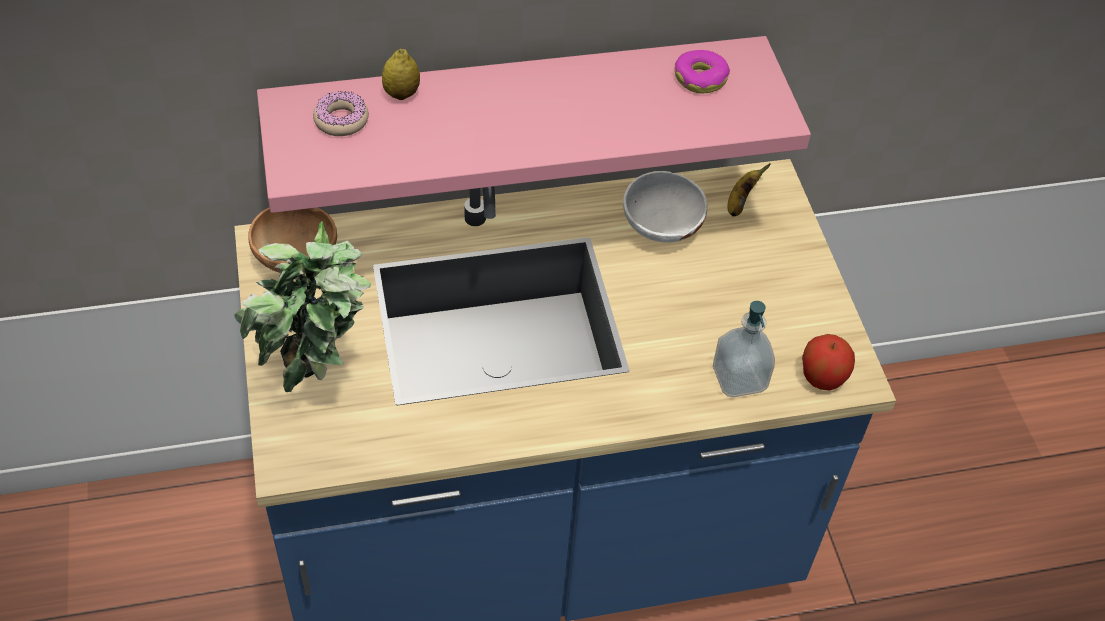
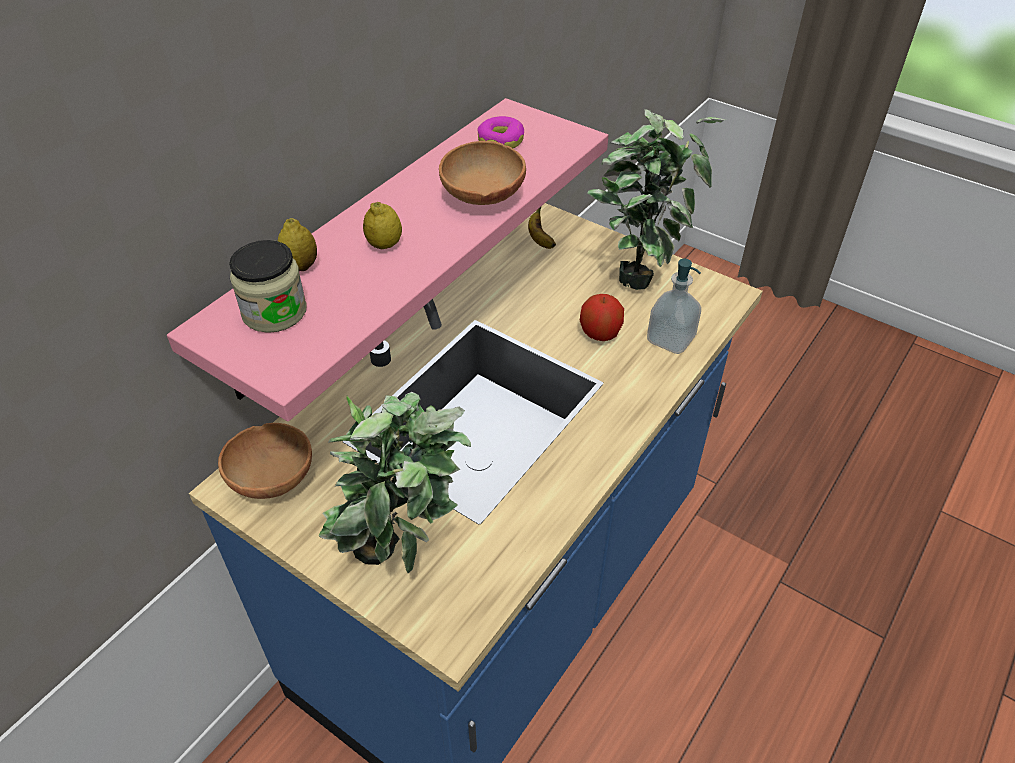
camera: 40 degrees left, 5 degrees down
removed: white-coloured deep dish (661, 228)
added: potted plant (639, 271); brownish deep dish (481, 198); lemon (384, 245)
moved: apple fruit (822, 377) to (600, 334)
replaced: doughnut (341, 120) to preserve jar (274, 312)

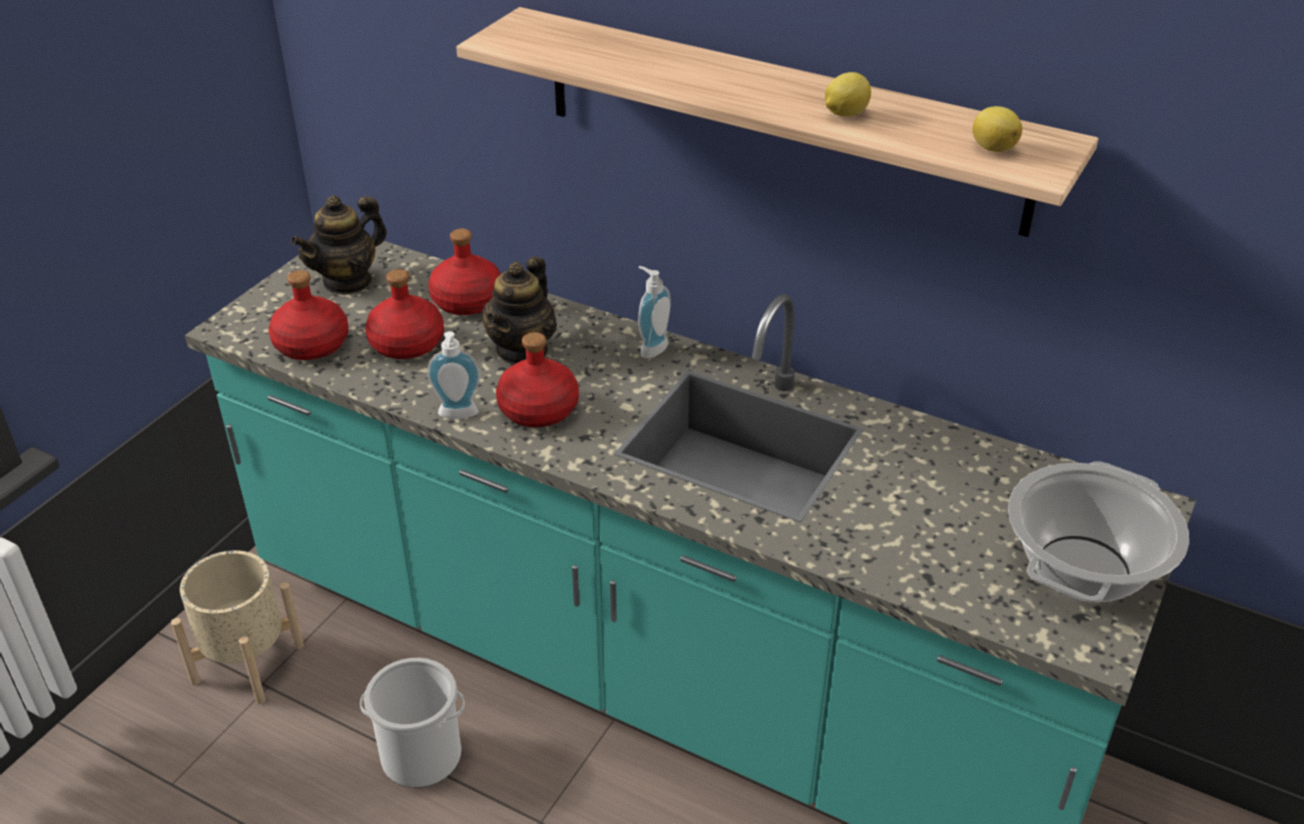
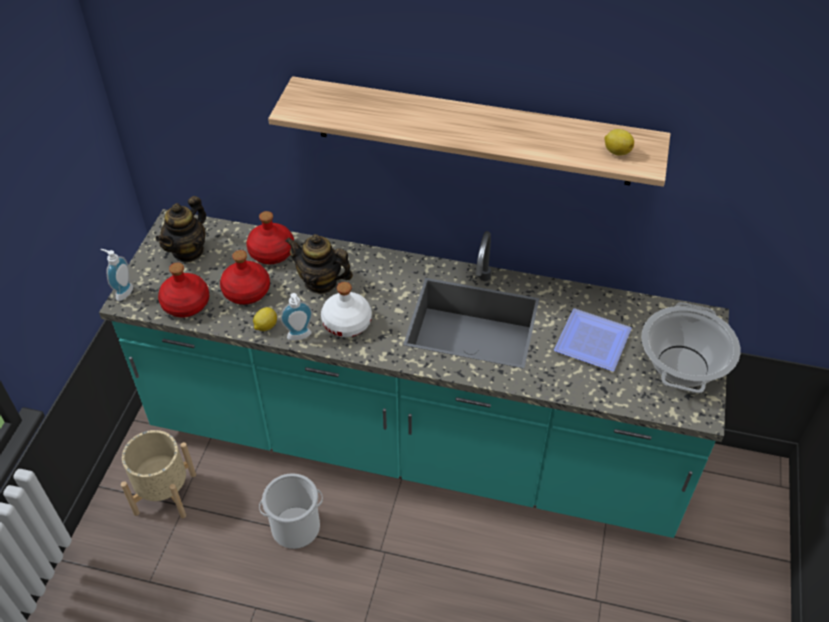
camera: 15 degrees left, 10 degrees up
added: flat dish (593, 344)
moved: lemon (844, 114) to (265, 326); soap dispenser (650, 347) to (122, 292)
recoloured: red beverage bottle (539, 409) to white-coloured beverage bottle (347, 322)
turned: teapot (523, 350) = (321, 282) 105 degrees clockwise

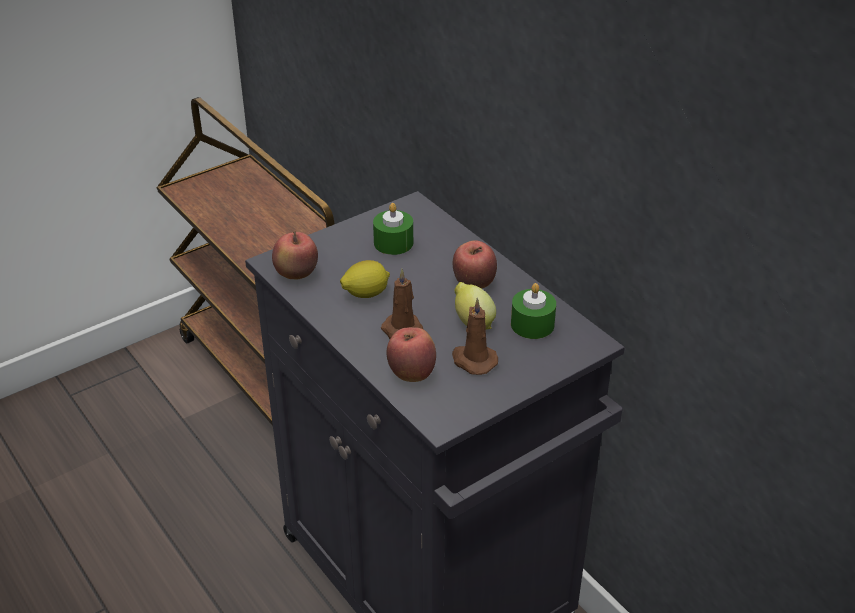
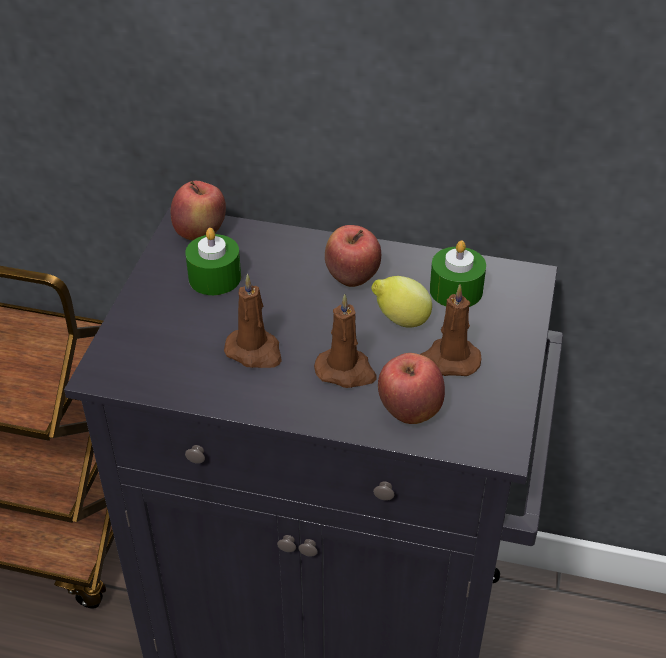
camera: 40 degrees left, 5 degrees up
moved: apple fruit (296, 275) to (200, 234)
replaced: lemon (365, 294) to brownish wax candle (255, 351)

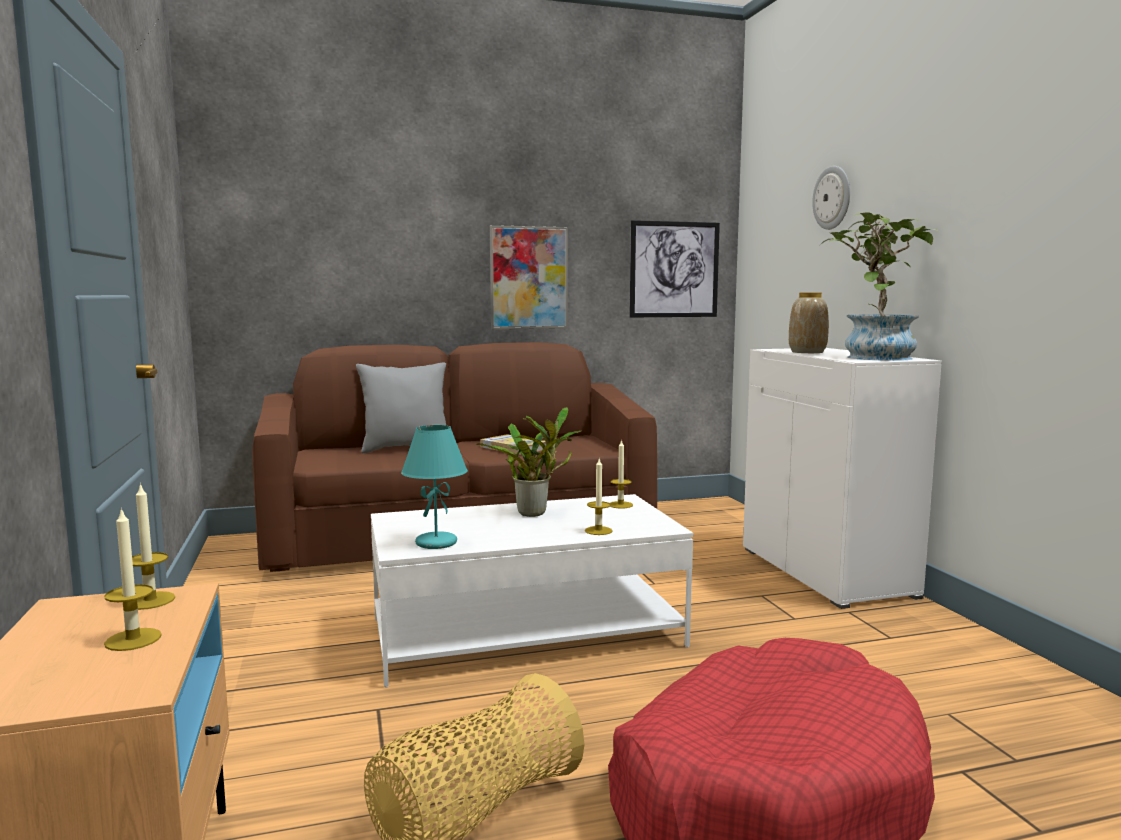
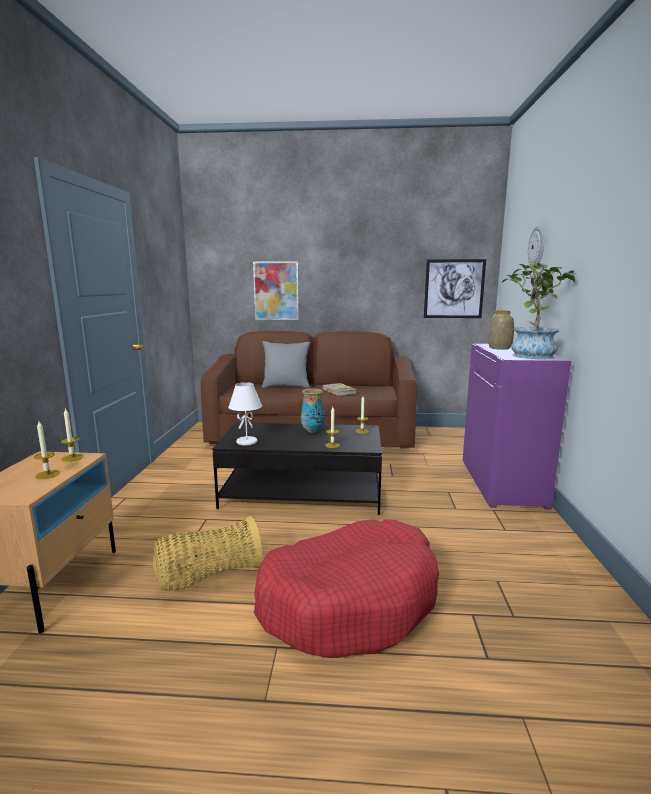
camera: 20 degrees right, 5 degrees up
moved: wall picture (528, 278) to (276, 291)
replaced: potted plant (536, 513) to flower vase (312, 431)
recoloured: white-coloured cupboard (827, 572) to purple-coloured cupboard (503, 483); turquoise-coloured lamp for a table (436, 543) to white-coloured lamp for a table (247, 442); white-coloured coffee table (526, 632) to blackish coffee table (302, 492)

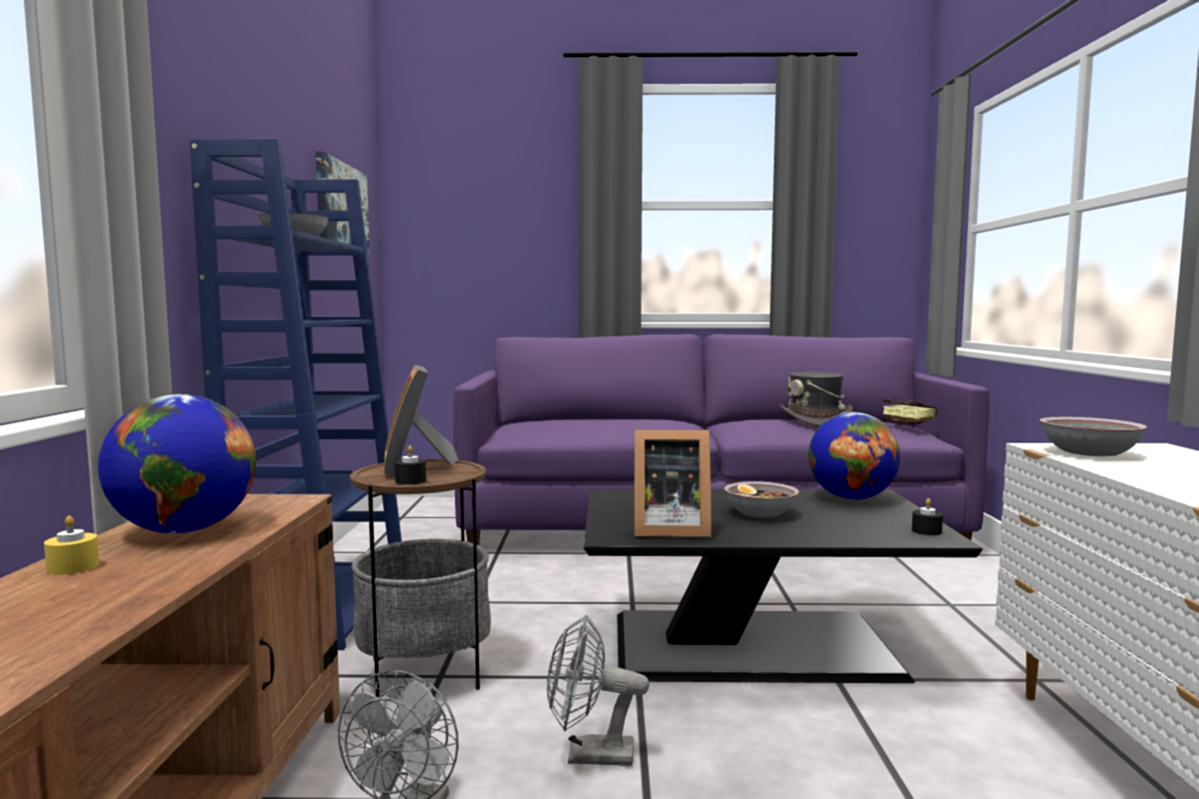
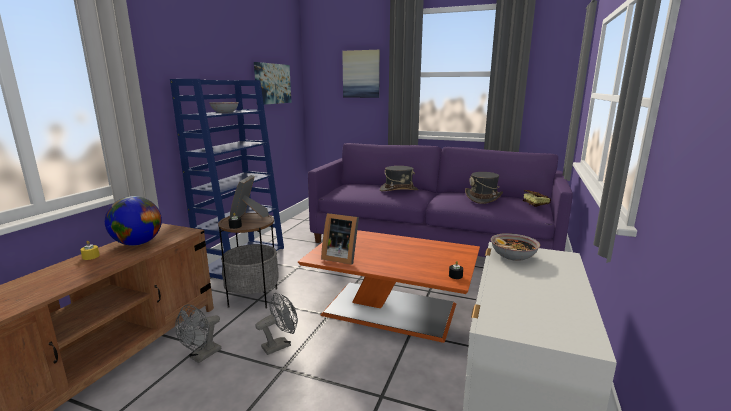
camera: 20 degrees right, 10 degrees up
removed: world globe (851, 498); deep dish (760, 513)
added: wall picture (361, 74); greyish hat (398, 190)
recoloured: blackish coffee table (757, 644) to orange-coloured coffee table (392, 309)
turned: greyish electric fan (589, 755) = (280, 345) 120 degrees clockwise

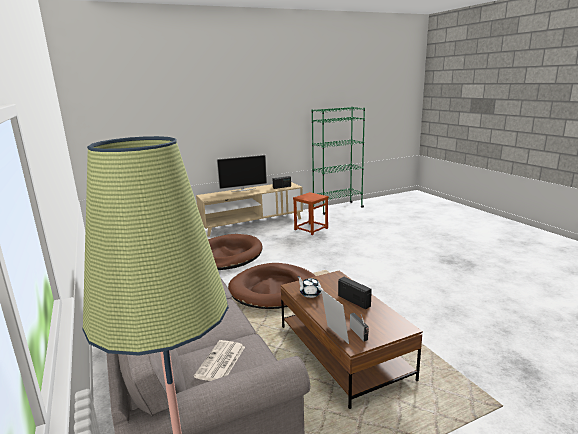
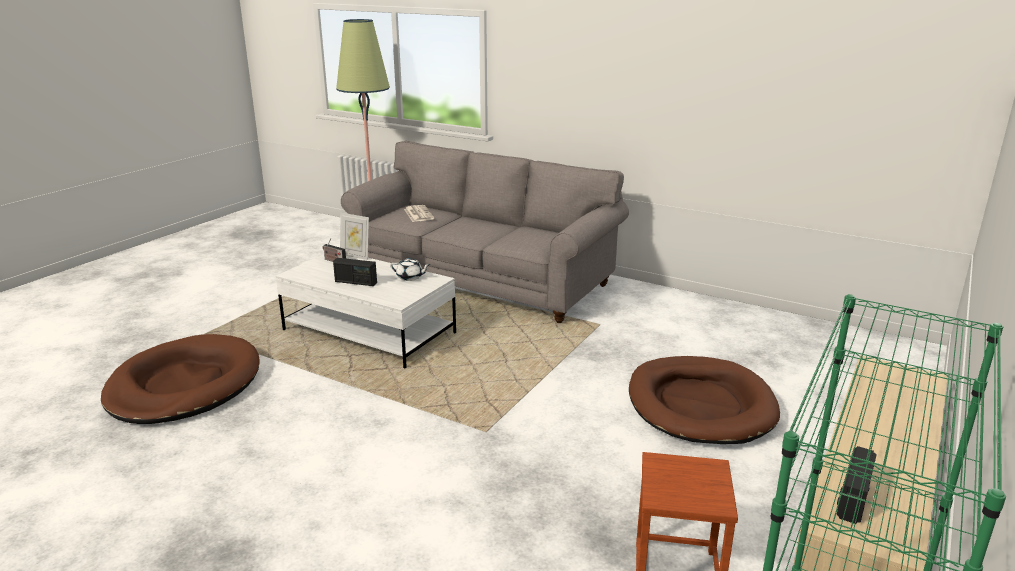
camera: 145 degrees right, 5 degrees up
removed: TV (243, 190)
moved: brownish dog bed (274, 289) to (184, 385)
recoloured: brownish coffee table (342, 351) to white-coloured coffee table (369, 332)

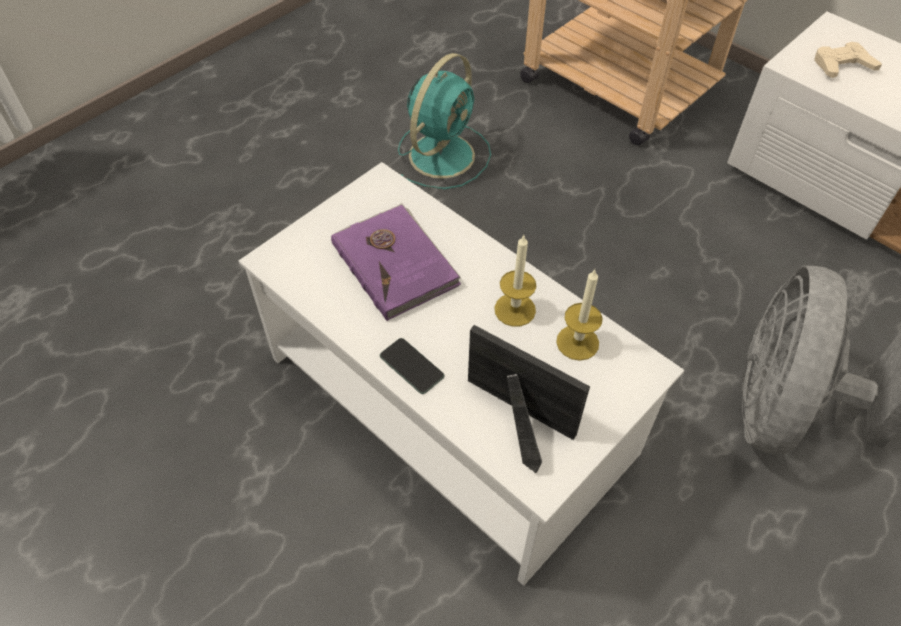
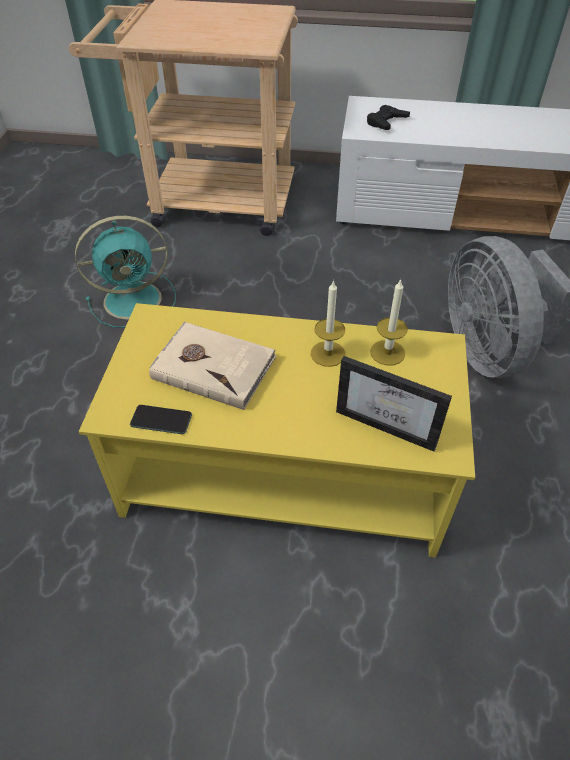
camera: 35 degrees left, 5 degrees down
moved: handset (411, 366) to (161, 420)
recoloured: beige gamepad (842, 65) to blackish gamepad (386, 122); white-coloured coffee table (448, 403) to yellowish coffee table (282, 468); purple-coloured book (396, 263) to beige book (213, 367)
turned: turquoise-coloured electric fan (443, 153) = (135, 299) 75 degrees clockwise; standing frame (512, 415) = (390, 422) 150 degrees counterclockwise

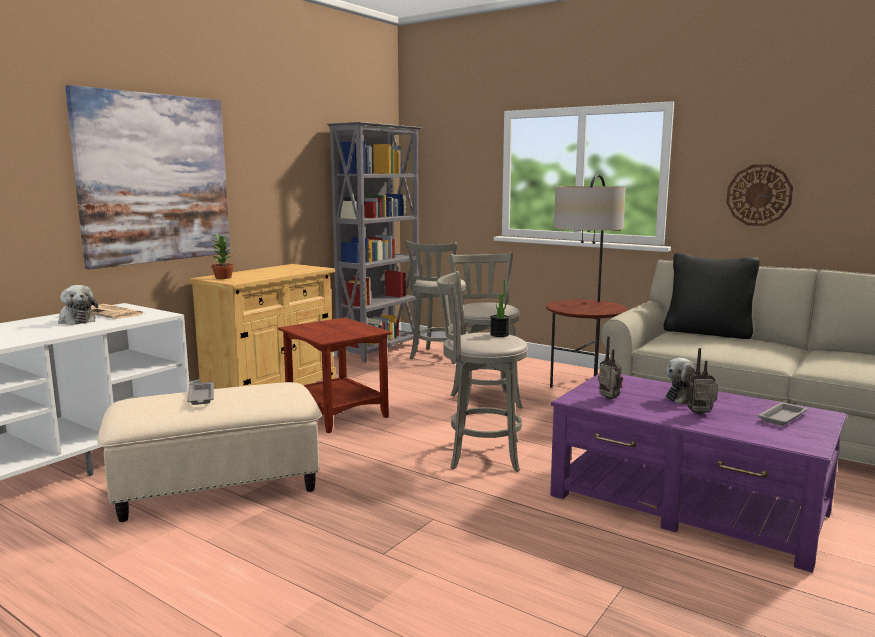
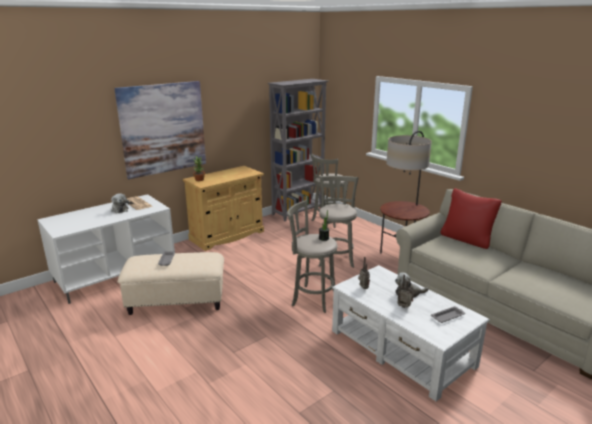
camera: 15 degrees right, 10 degrees up
removed: wall clock (759, 195); brownish accent table (335, 413)
recoloured: blackish pillow (708, 332) to red pillow (466, 239); purple-coloured coffee table (688, 504) to white-coloured coffee table (401, 348)

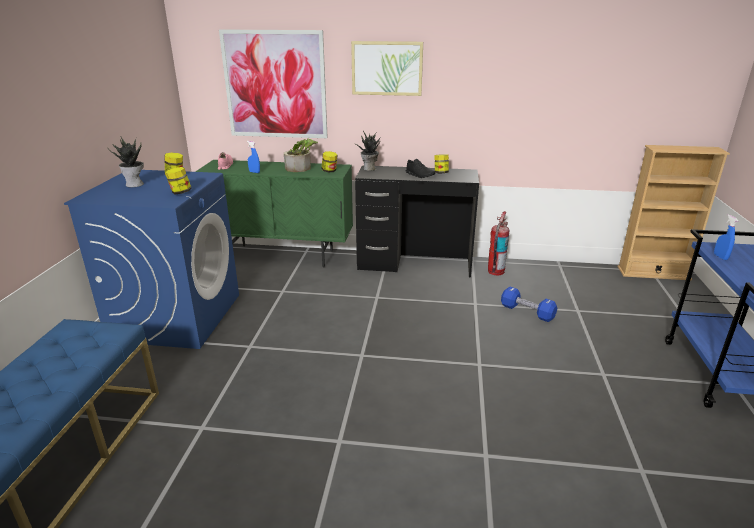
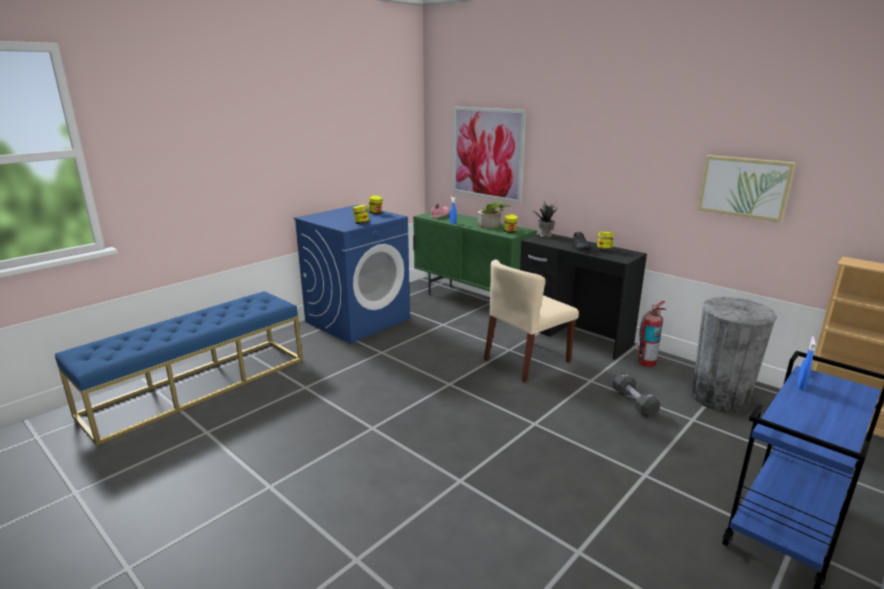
camera: 35 degrees right, 5 degrees down
removed: potted plant (135, 184)
added: beige plain chair (526, 361); greyish waste bin (720, 398)
moved: wall picture (387, 68) to (744, 187)
recoloured: blue free weight (527, 312) to blackish free weight (634, 403)

